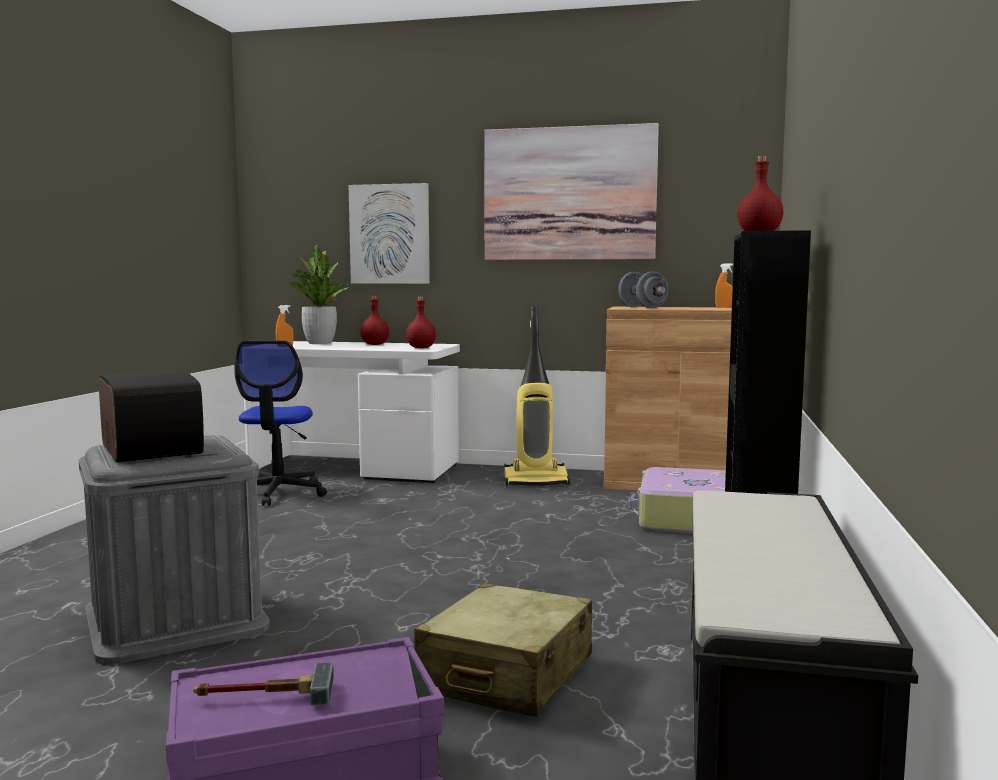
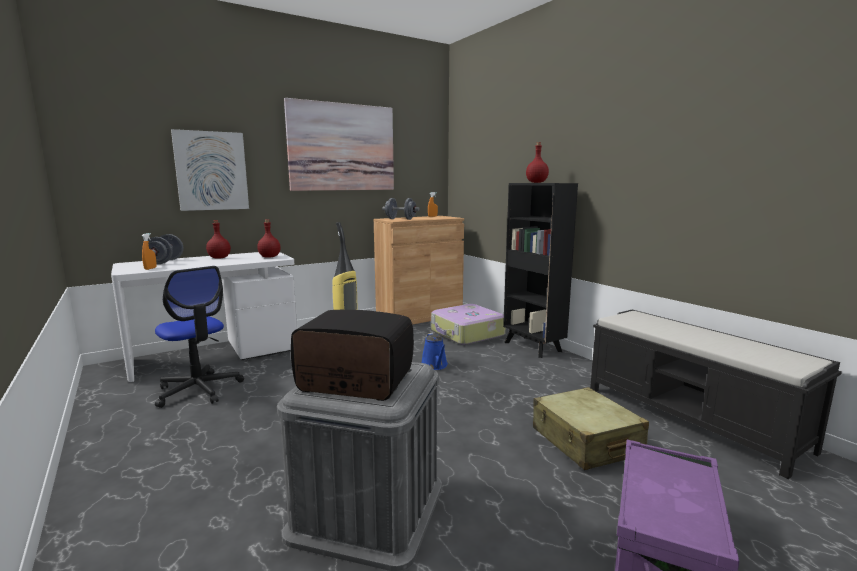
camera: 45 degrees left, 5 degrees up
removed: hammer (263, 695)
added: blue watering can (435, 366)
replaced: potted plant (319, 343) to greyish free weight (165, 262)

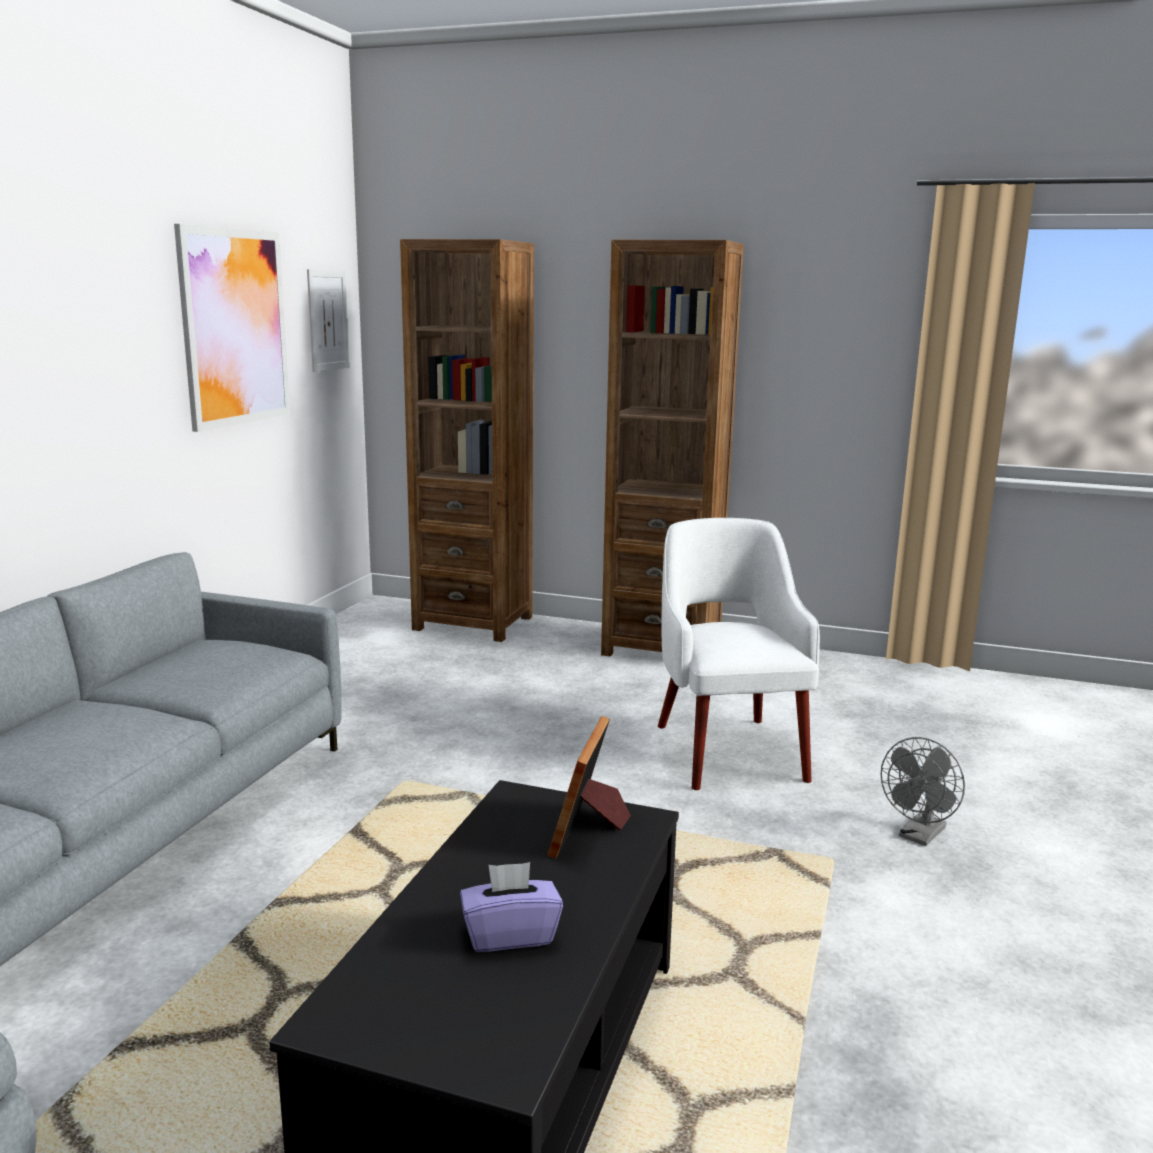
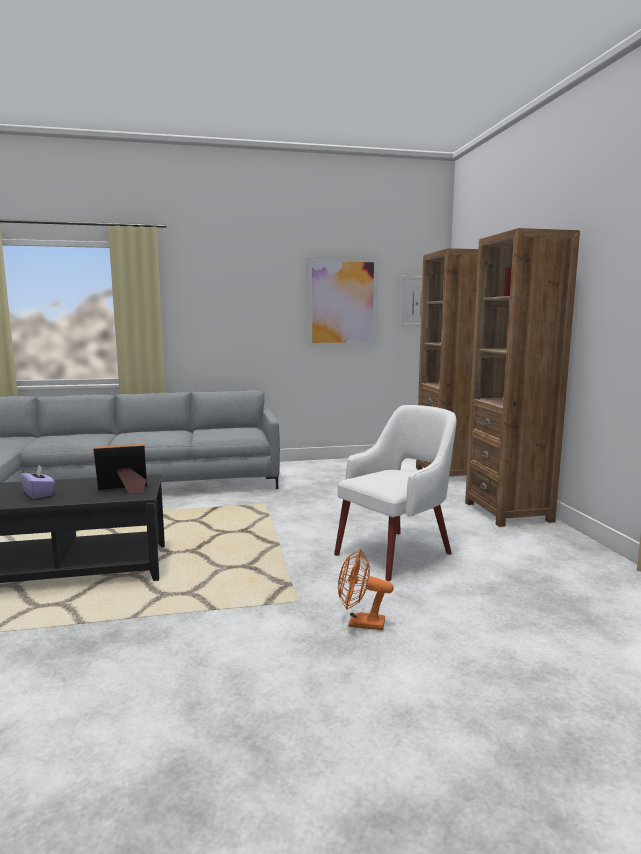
camera: 60 degrees right, 5 degrees down
recoloured: greyish electric fan (919, 836) to orange-coloured electric fan (360, 623)

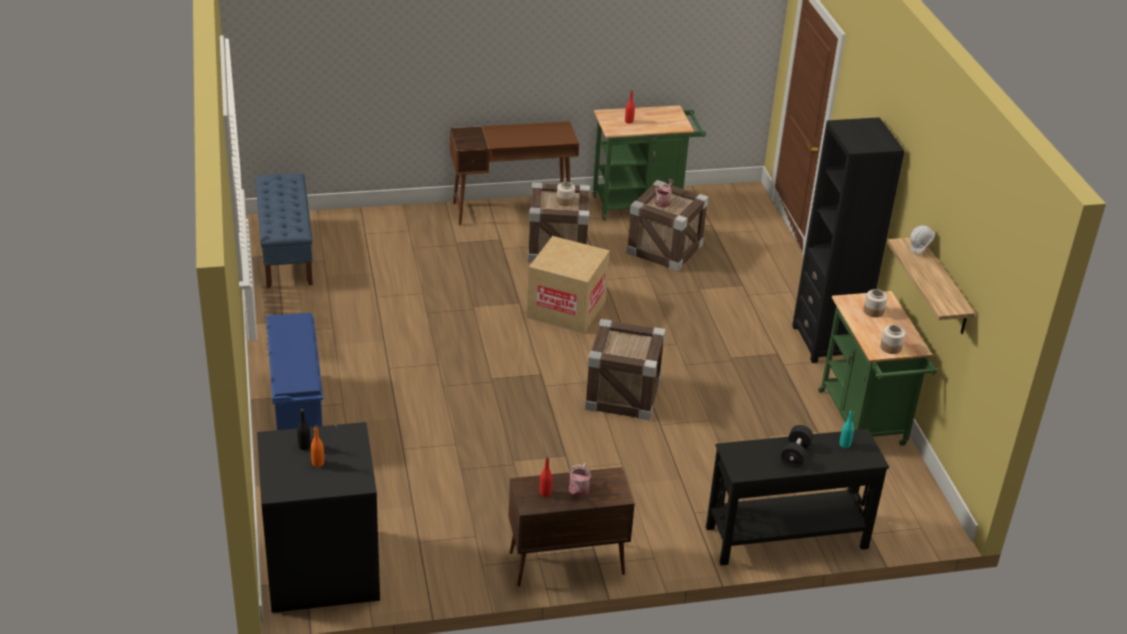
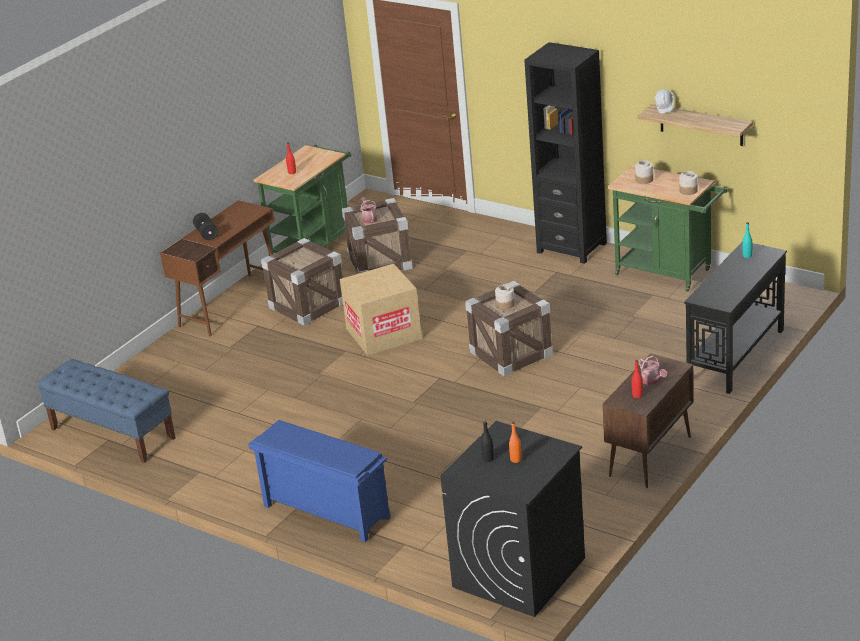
camera: 40 degrees left, 5 degrees down
moved: preserve jar (565, 201) to (505, 305); blackish free weight (795, 454) to (206, 234)

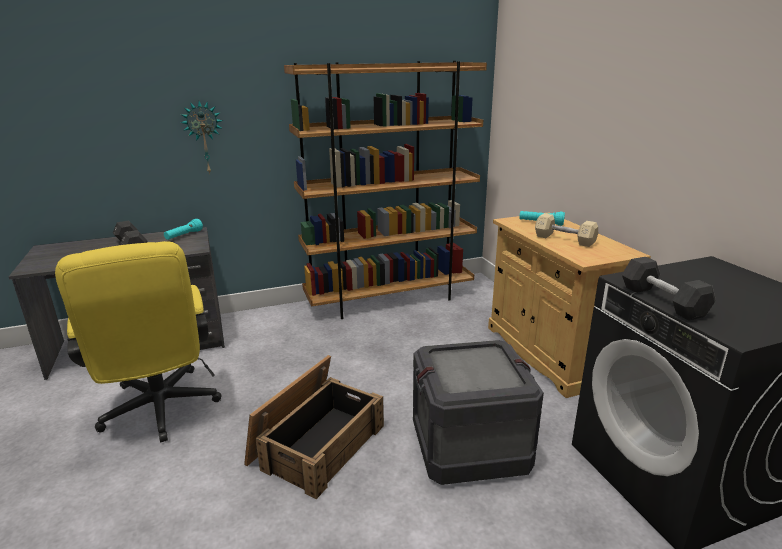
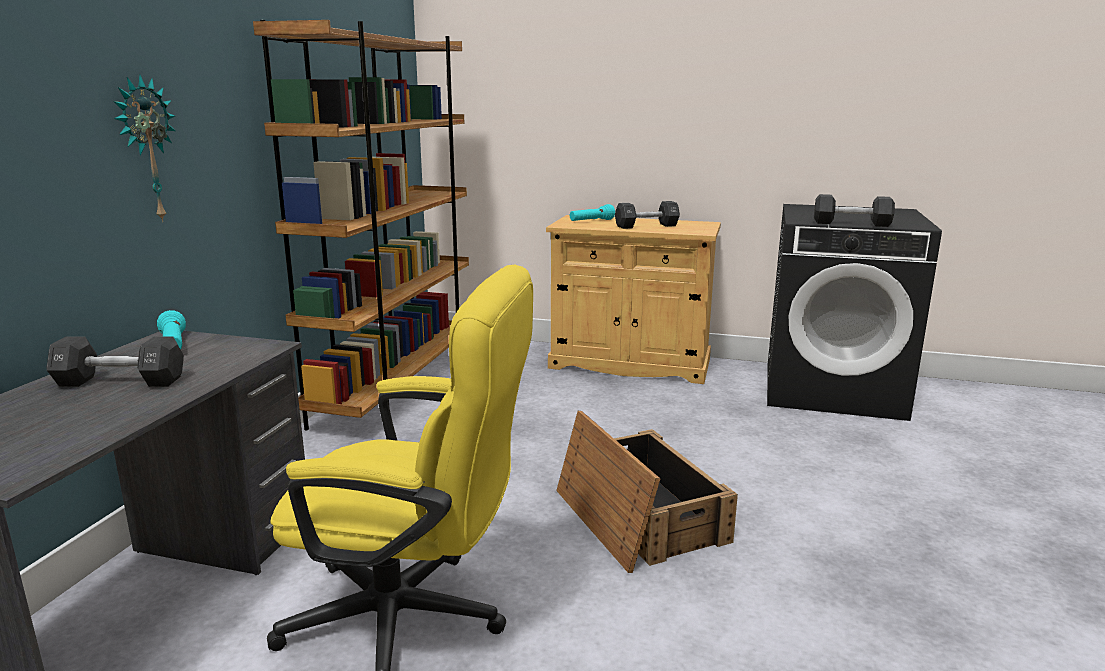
camera: 55 degrees left, 5 degrees down
removed: crate (470, 447)
recoloured: beige free weight (564, 240) to blackish free weight (646, 226)

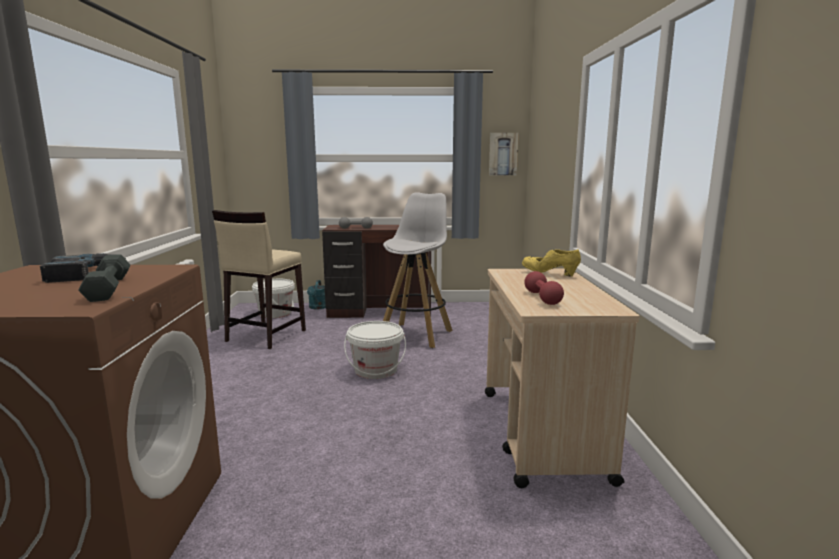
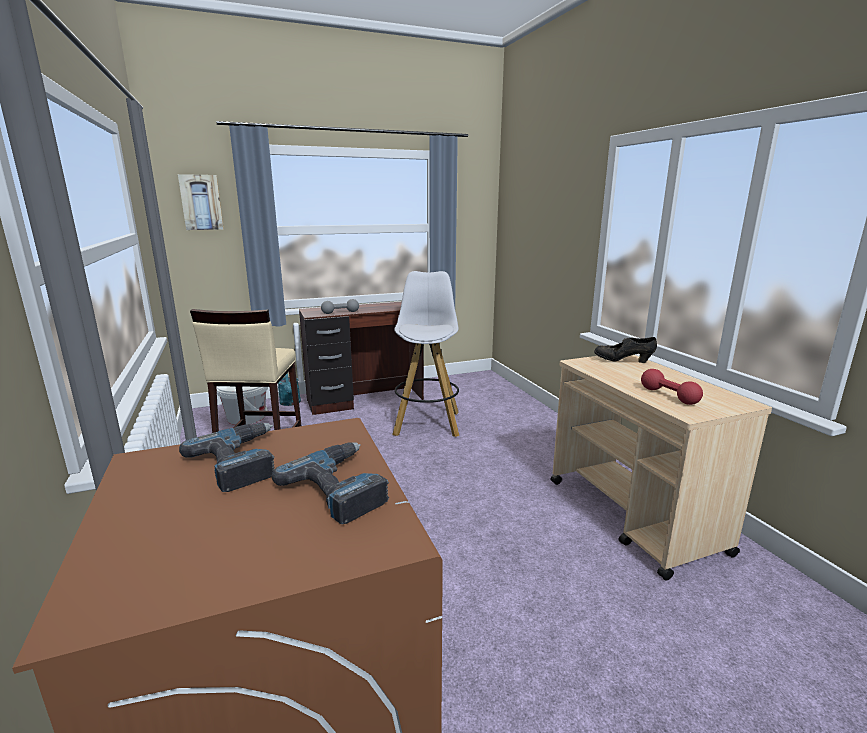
camera: 20 degrees left, 5 degrees up
removed: white-coloured bucket (376, 370)
moved: wall picture (503, 154) to (201, 202)
replaced: greyish free weight (109, 288) to power drill (342, 487)
recoloured: yellowish shoe (549, 273) to blackish shoe (623, 361)

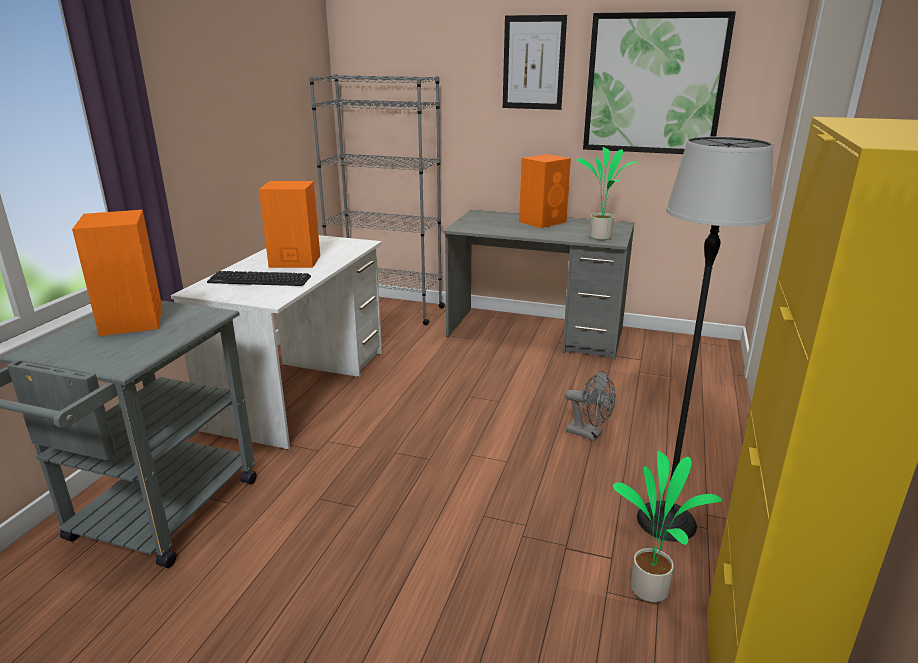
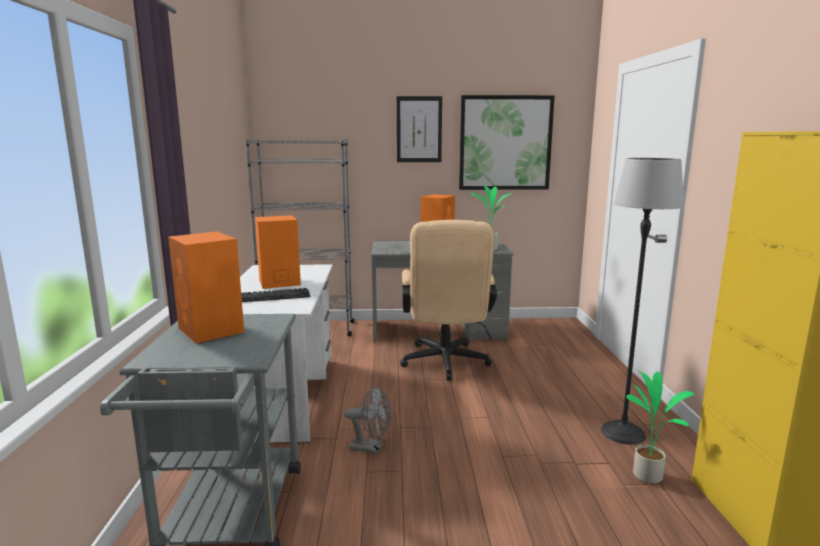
camera: 20 degrees left, 10 degrees down
added: beige desk chair (445, 364)
moved: greyish electric fan (589, 434) to (371, 448)

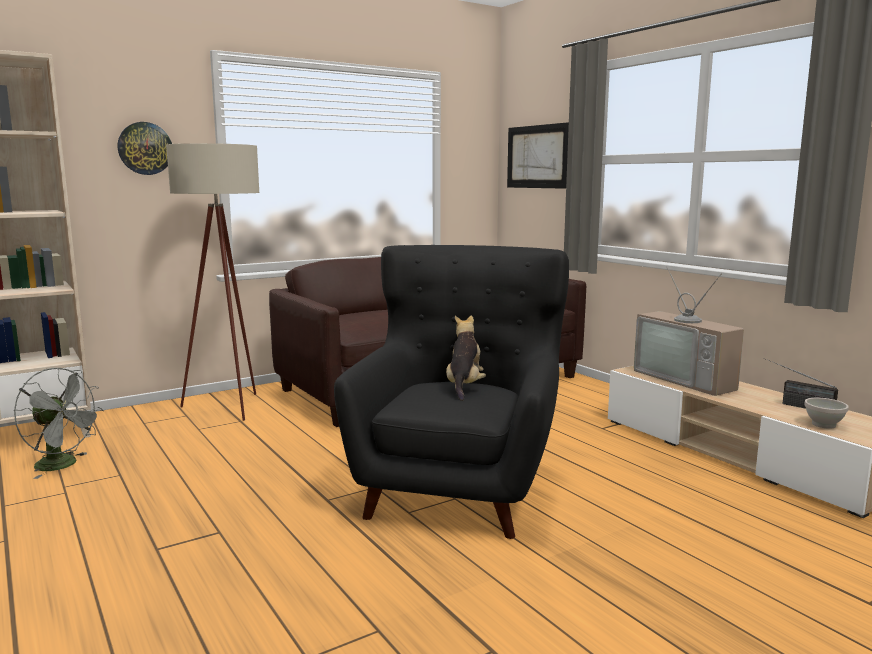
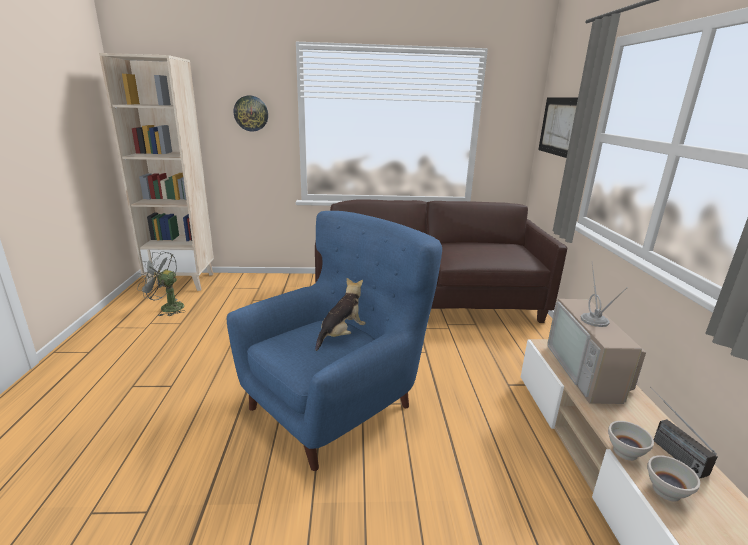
camera: 30 degrees right, 10 degrees up
removed: beige standard lamp (229, 410)
added: white-coloured deep dish (624, 452)
recoloured: blackish easy chair (458, 487) to blue easy chair (335, 404)
turned: greyish electric fan (63, 465) = (167, 308) 135 degrees clockwise

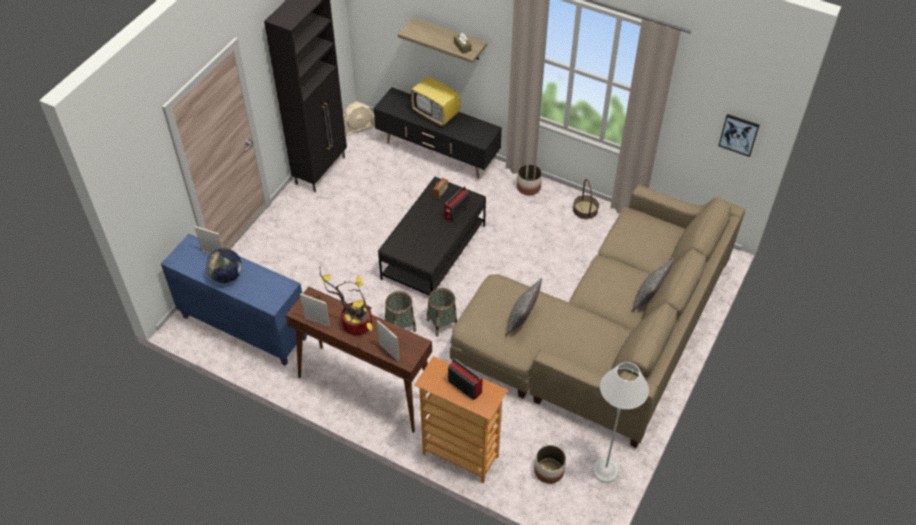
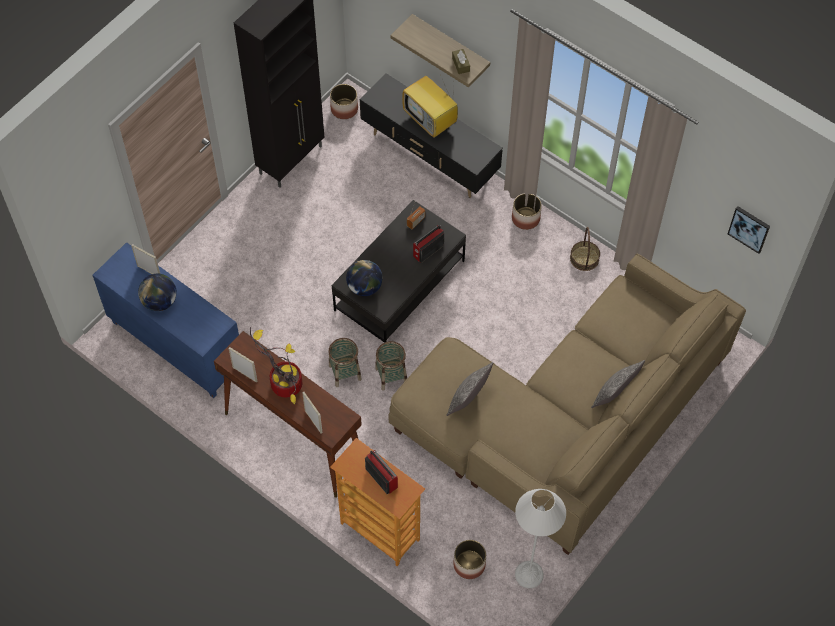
camera: 10 degrees right, 10 degrees up
added: world globe (364, 287)
replaced: beige electric fan (358, 128) to flower pot (344, 109)

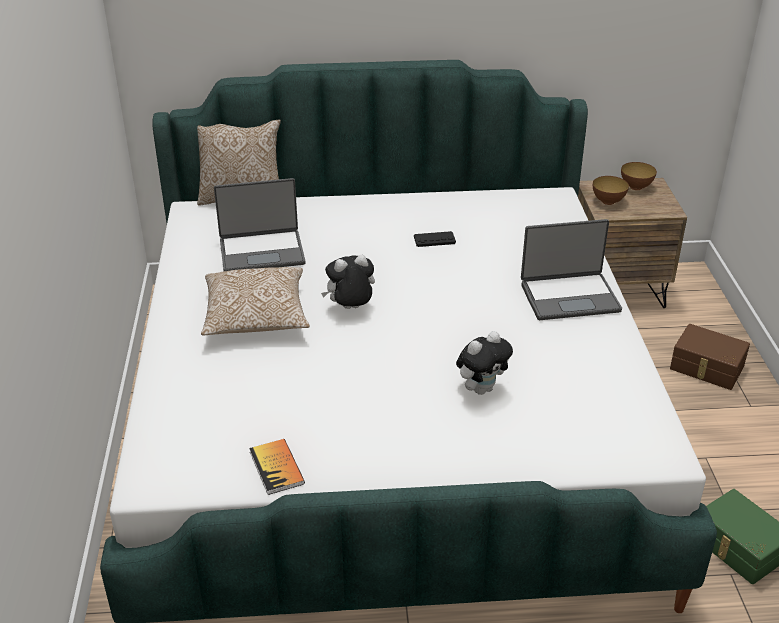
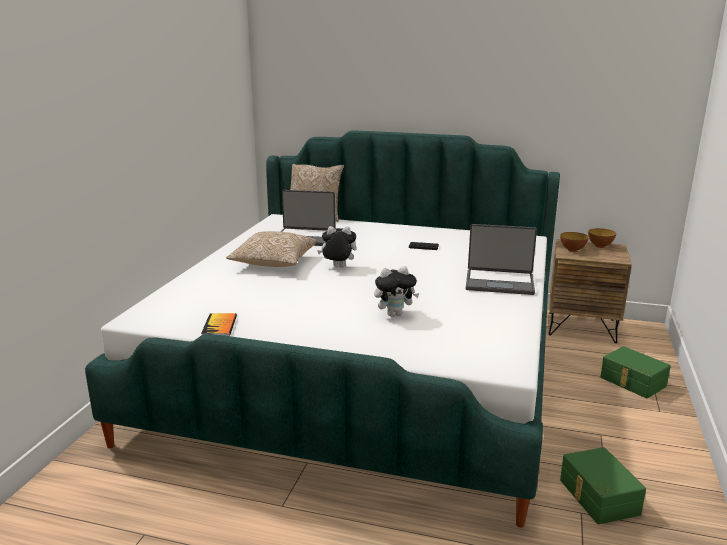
camera: 20 degrees right, 15 degrees down
recoloured: brownish storage bin (706, 368) to green storage bin (632, 382)

